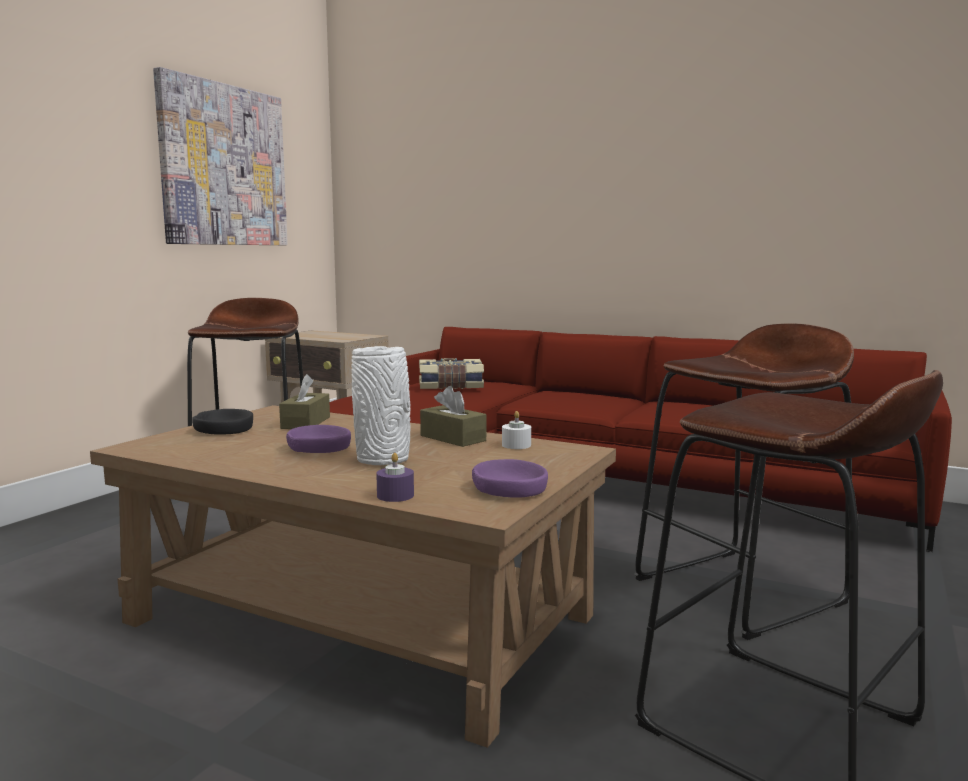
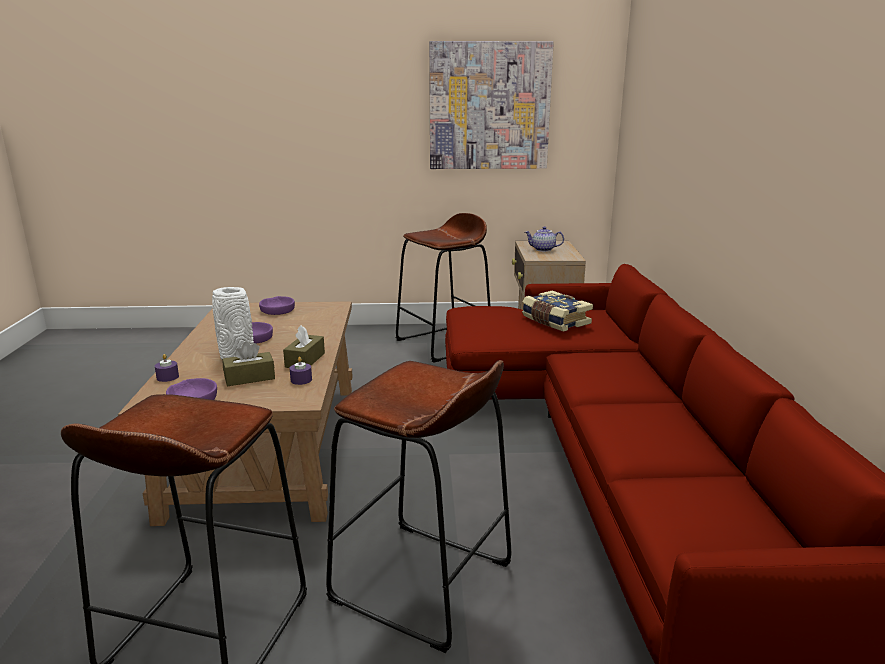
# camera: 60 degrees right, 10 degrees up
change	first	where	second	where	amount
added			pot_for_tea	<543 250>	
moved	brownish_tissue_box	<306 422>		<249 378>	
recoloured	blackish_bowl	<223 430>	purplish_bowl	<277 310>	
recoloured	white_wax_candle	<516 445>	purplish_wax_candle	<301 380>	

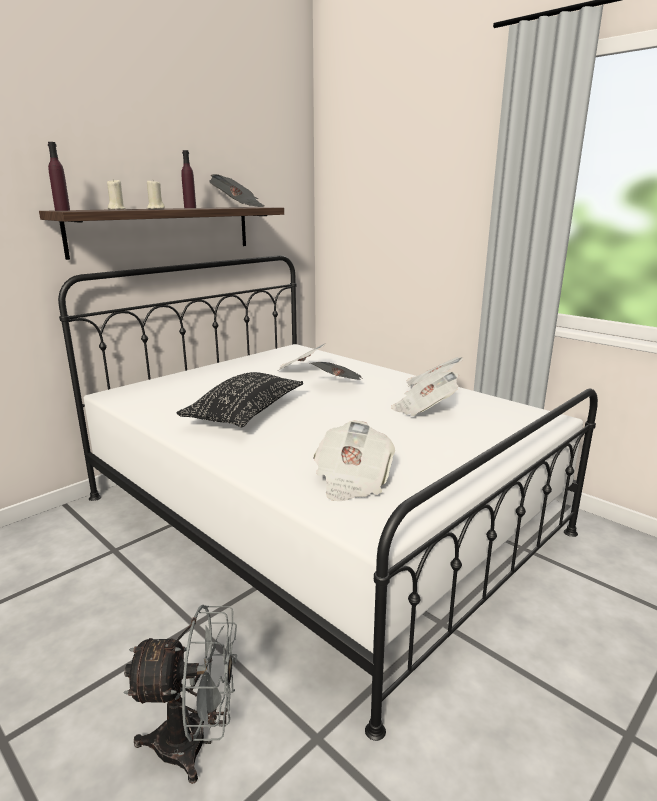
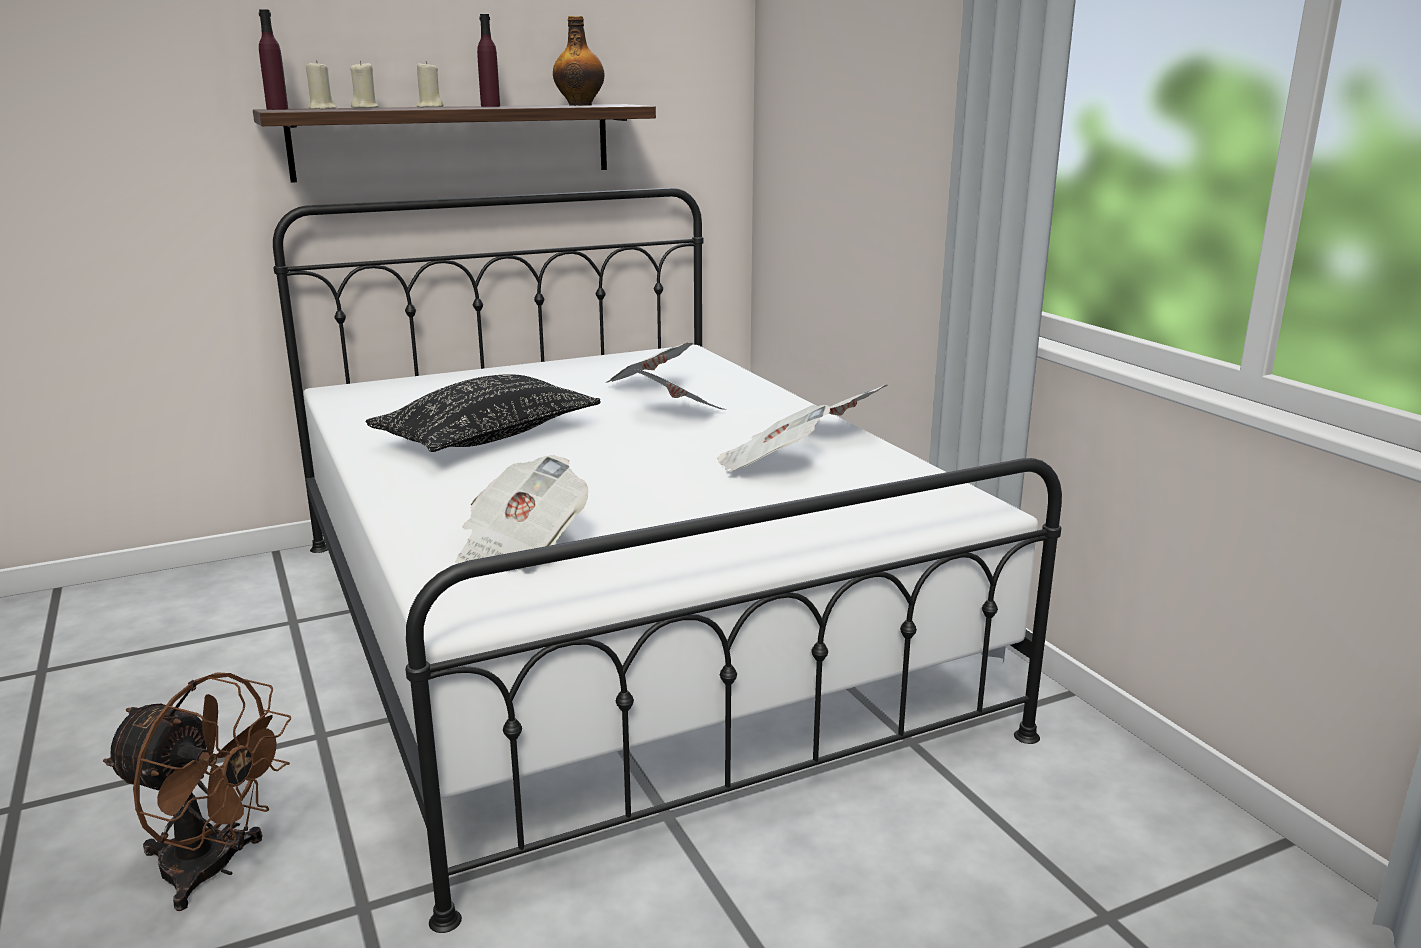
# camera: 20 degrees right, 0 degrees up
change	first	where	second	where	amount
added			beige-coloured_wax_candle	<322 109>	
replaced	printed_paper	<238 207>	beverage_bottle	<580 105>	
recoloured	grey_electric_fan	<195 743>	brownish_electric_fan	<214 870>	

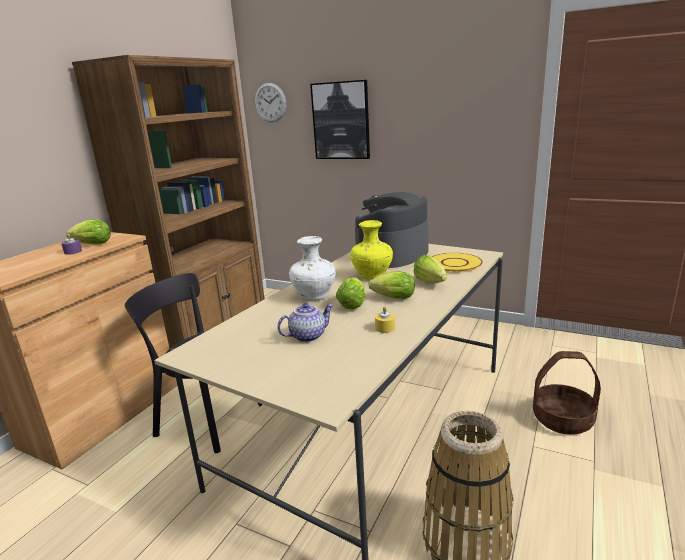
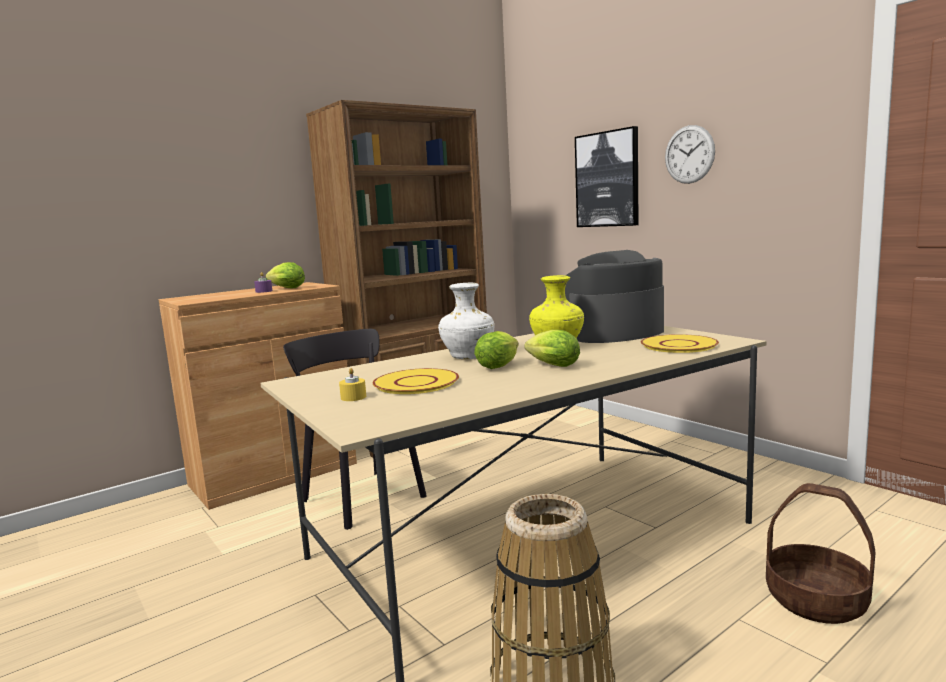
# camera: 25 degrees right, 10 degrees down
change	first	where	second	where	amount
removed	head_of_lettuce	<431 283>			
moved	clock_on_the_wall	<270 102>		<689 154>	
moved	yellow_wax_candle	<385 328>		<353 397>	
replaced	pot_for_tea	<307 336>	yellow_plate	<415 383>	

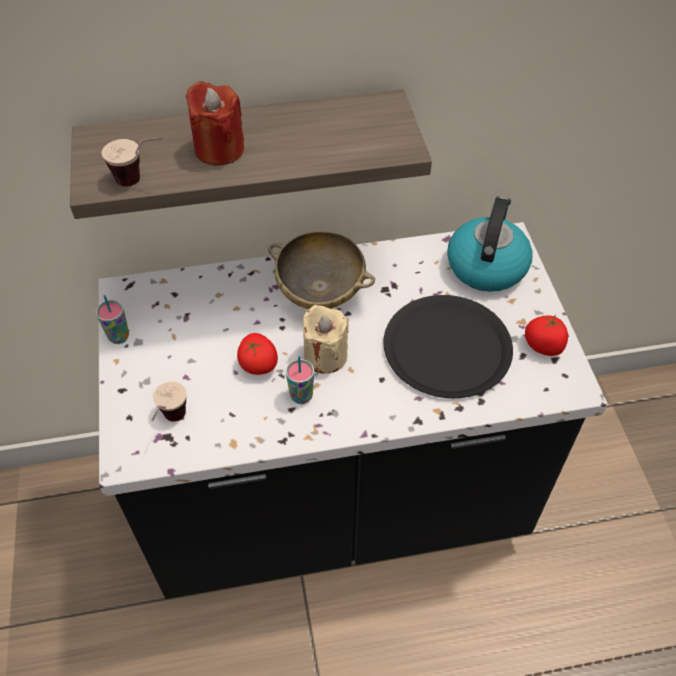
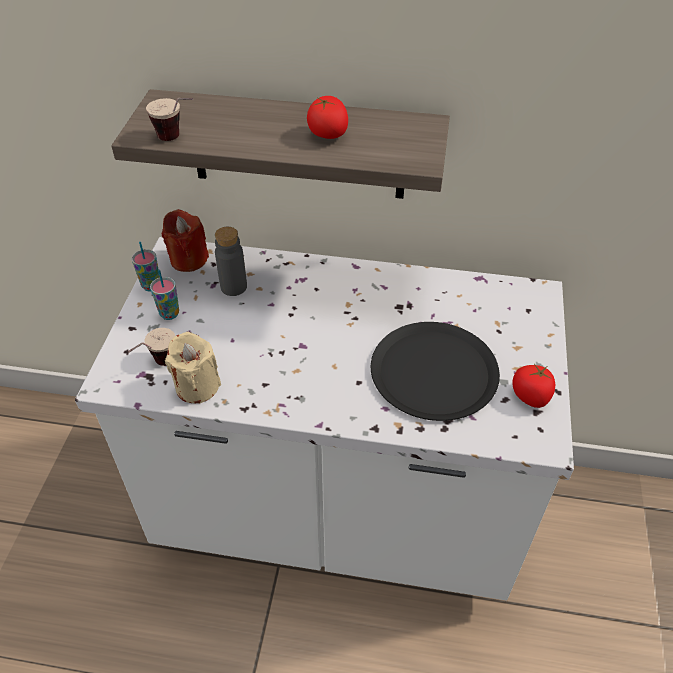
# camera: 20 degrees right, 5 degrees down
change	first	where	second	where	amount
removed	beige-coloured_bowl	<320 290>			
removed	water_kettle	<486 265>			
added			grey_beverage_bottle	<233 287>	
moved	red_wax_candle	<219 149>		<188 259>	
moved	fresh_tomato	<258 364>		<328 134>	
moved	drinking_cup	<301 396>		<169 314>	
moved	beige-coloured_wax_candle	<325 356>		<197 386>	
recoloured	blackish_kitchen_base_unit	<338 504>	white_kitchen_base_unit	<336 514>	

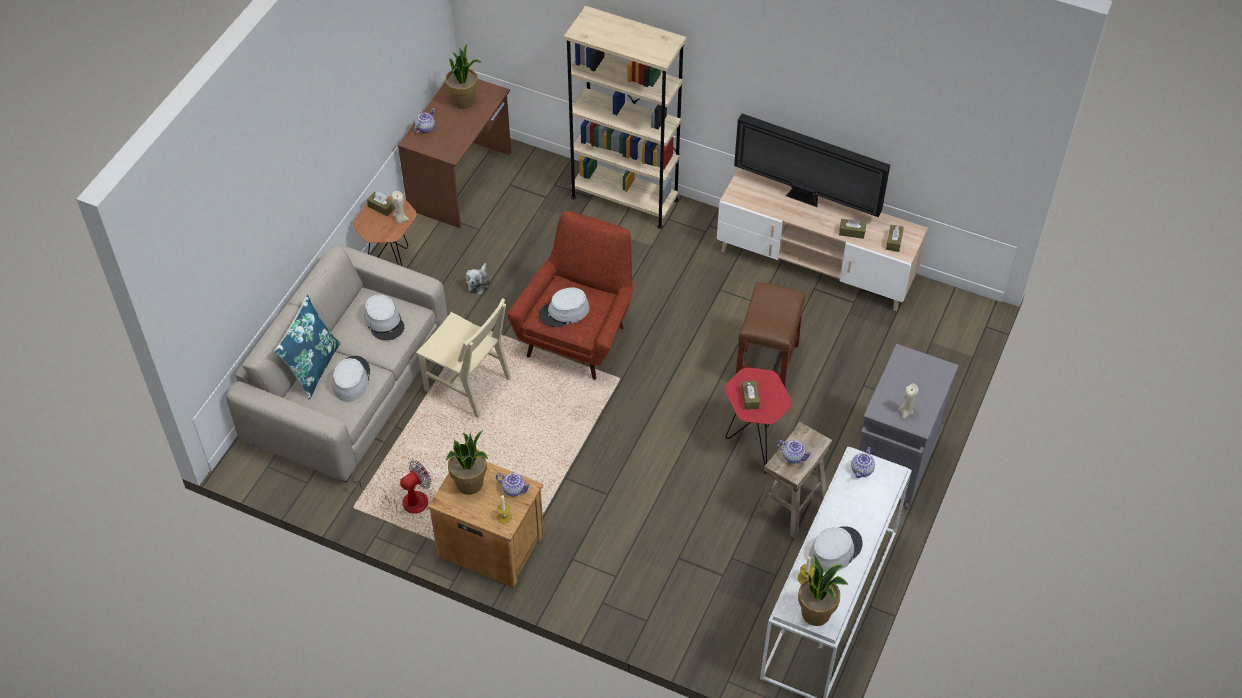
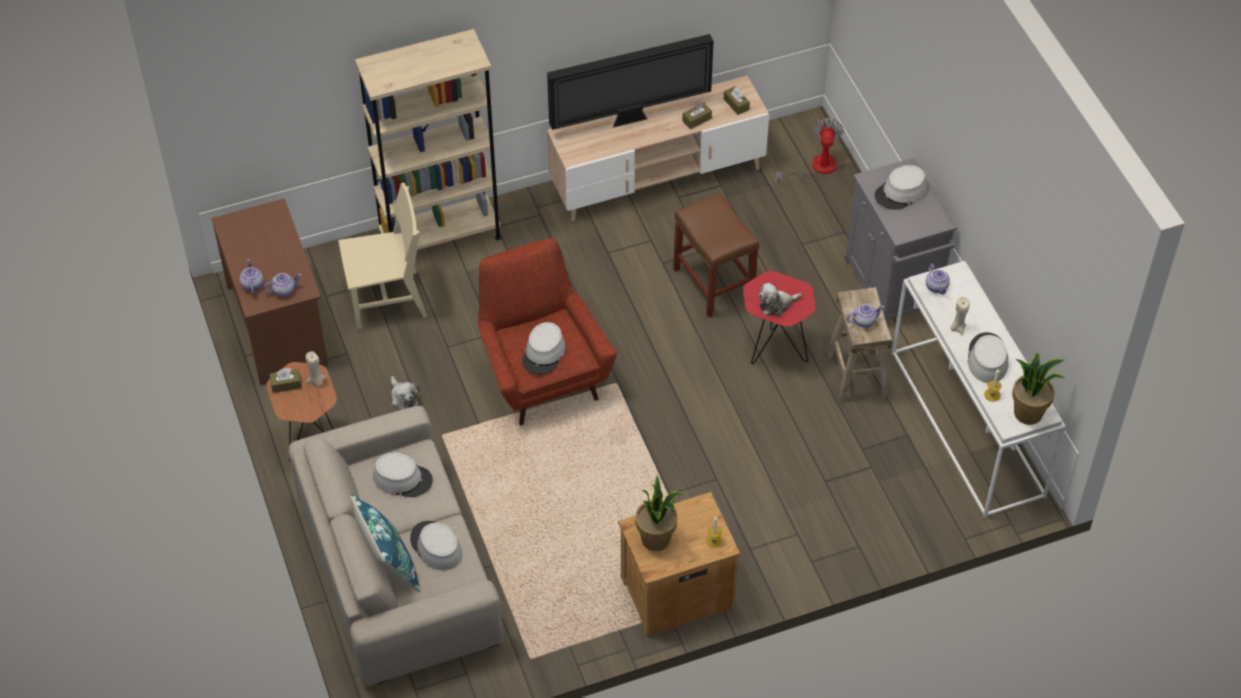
# camera: 45 degrees left, 0 degrees up
change	first	where	second	where	amount
removed	plant_in_a_pot	<464 101>			
added			grey_hat	<900 193>	
moved	electric_fan	<405 501>		<816 168>	
moved	beige-coloured_chair	<467 385>		<387 300>	
moved	pot_for_tea	<514 489>		<284 290>	
moved	beige-coloured_wax_candle	<906 412>		<957 328>	
replaced	brownish_tissue_box	<750 398>	plush_toy	<776 305>	

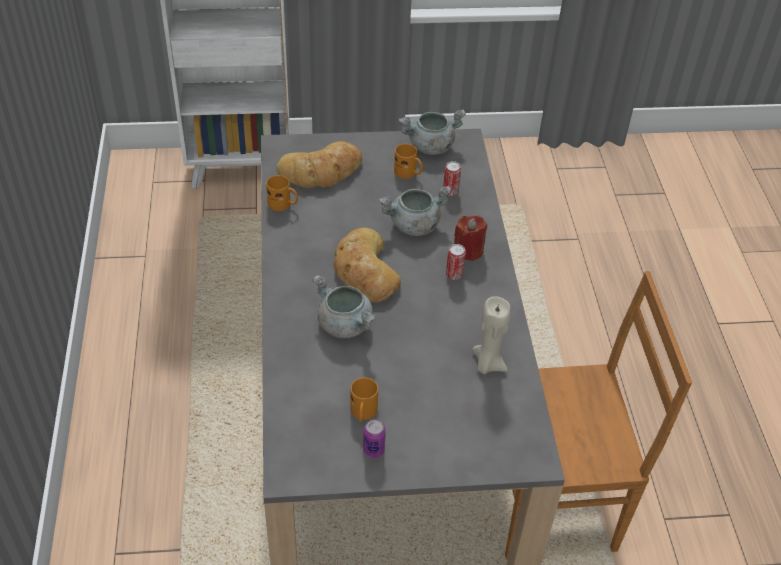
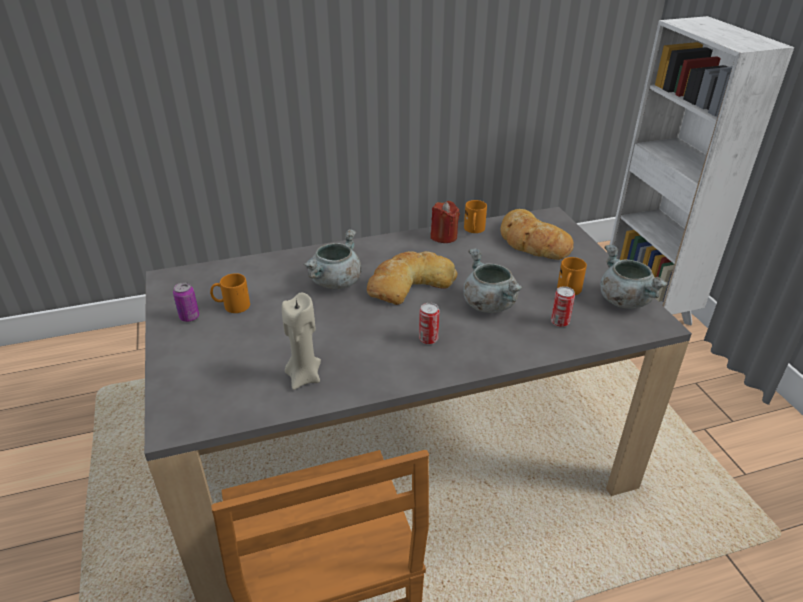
# camera: 80 degrees right, 10 degrees down
change	first	where	second	where	amount
moved	red_wax_candle	<468 250>		<443 236>	

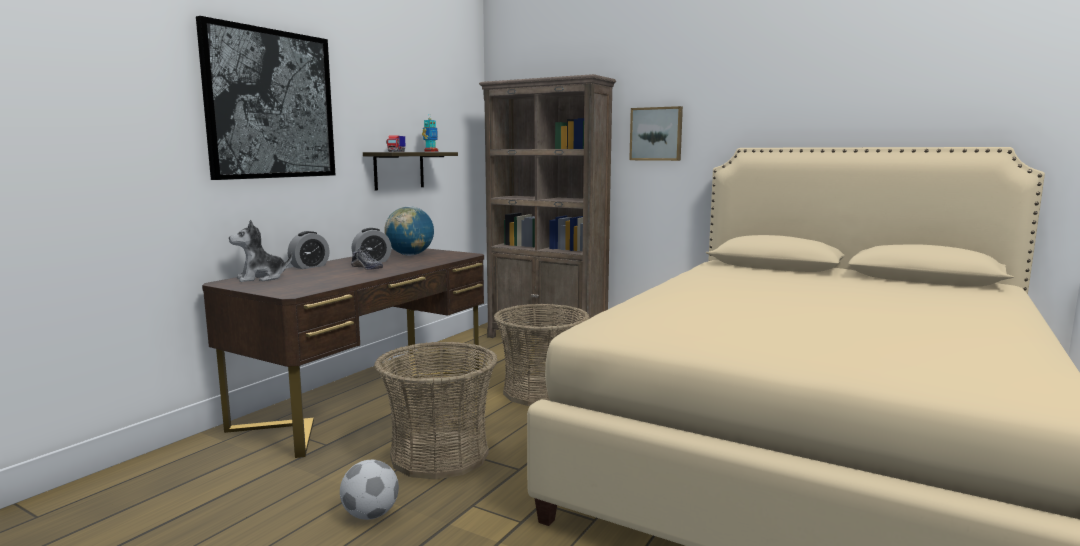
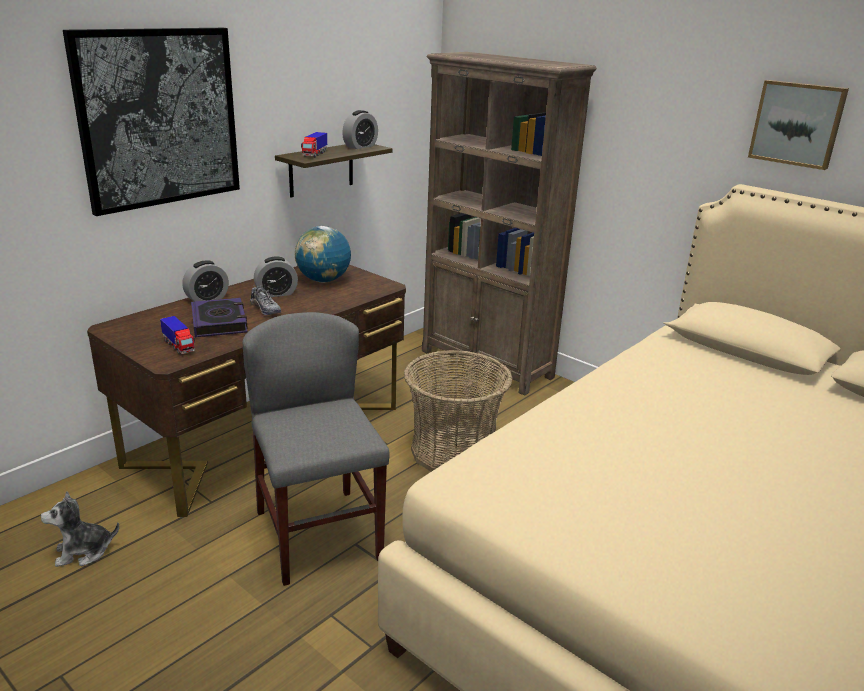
# camera: 10 degrees right, 15 degrees up
change	first	where	second	where	amount
removed	football	<370 515>			
added			model_truck	<179 346>	
added			bound_book	<219 322>	
moved	plush_toy	<261 278>		<83 552>	
moved	picture	<656 134>		<797 123>	
replaced	household_basket	<439 455>	grey_chair	<318 535>	
replaced	robot_figure	<431 151>	table_clock	<360 146>	

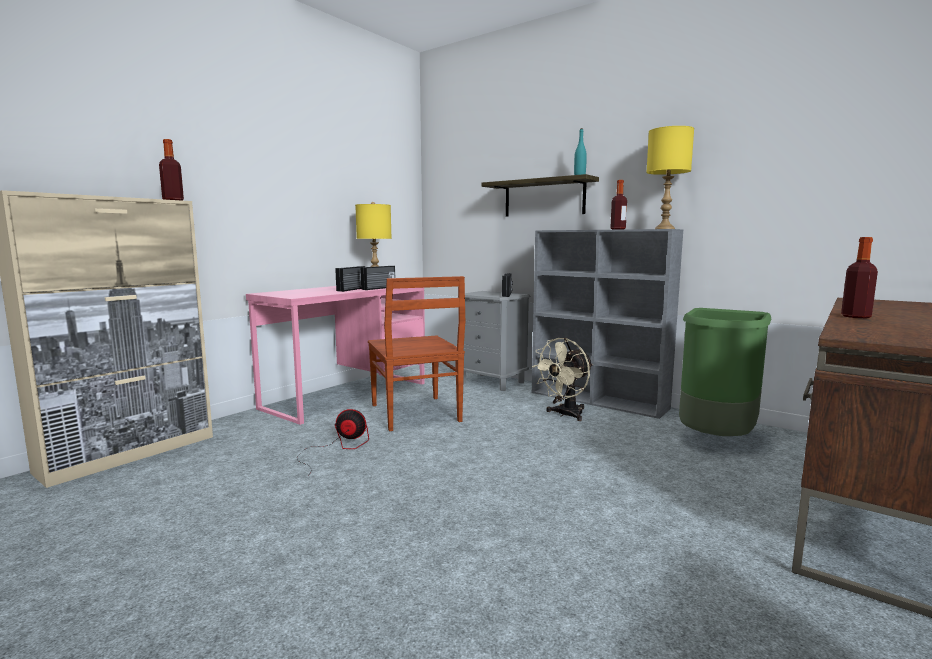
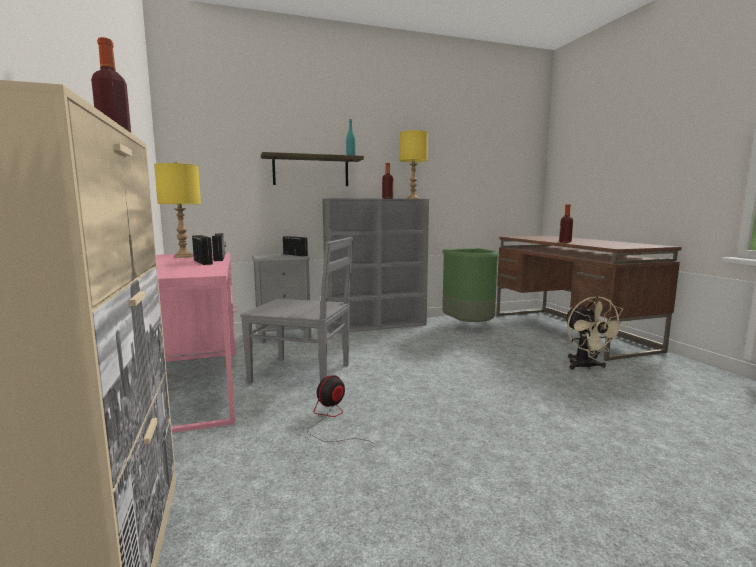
# camera: 55 degrees left, 0 degrees up
change	first	where	second	where	amount
moved	beige-coloured_electric_fan	<565 415>		<585 367>	
recoloured	brownish_chair	<415 414>	grey_chair	<303 374>	

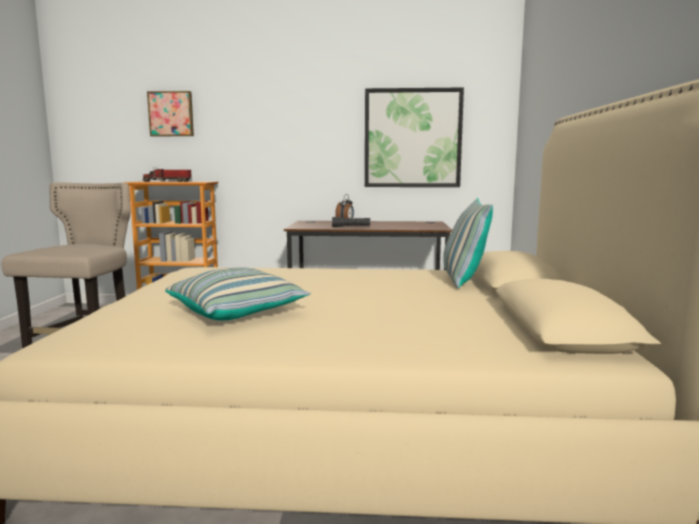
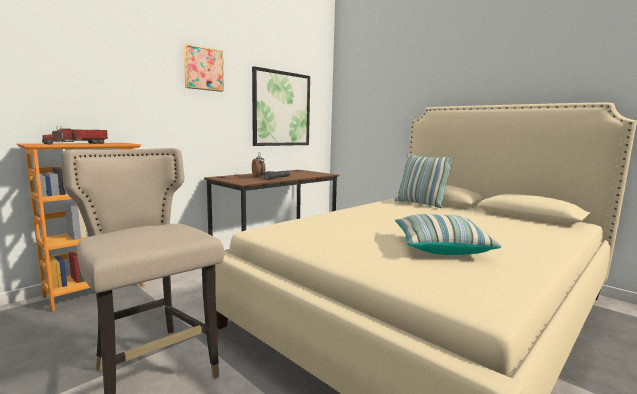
# camera: 50 degrees left, 0 degrees up
change	first	where	second	where	amount
moved	picture	<171 114>		<203 69>	

